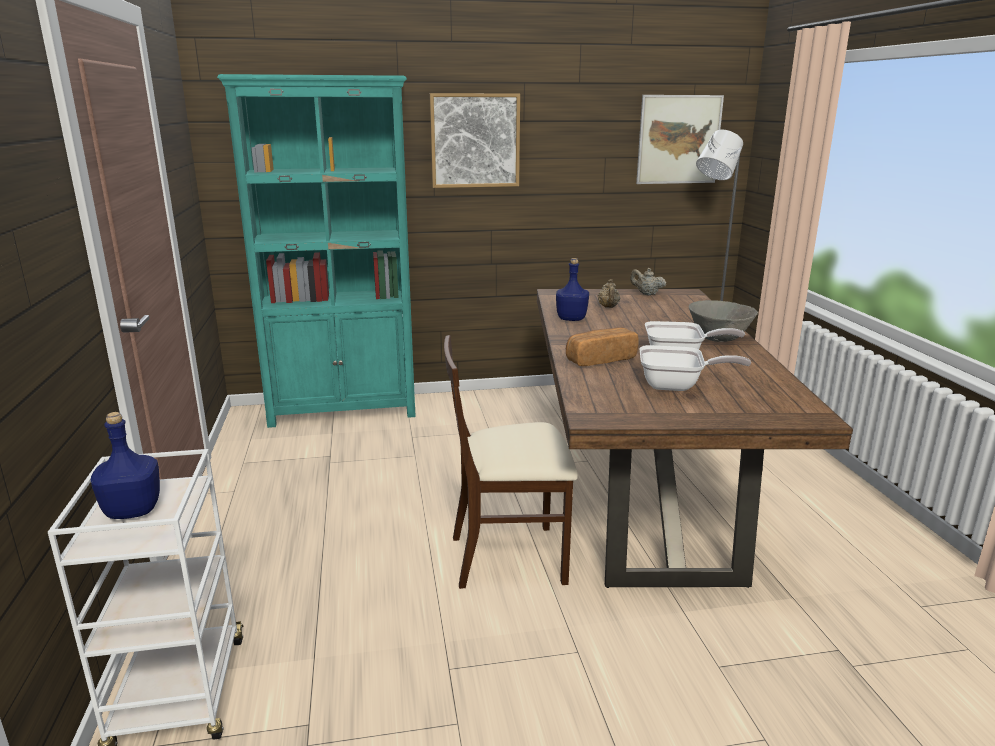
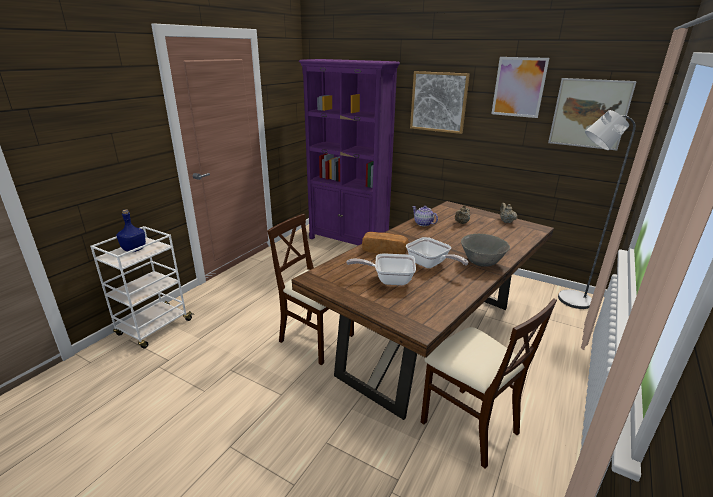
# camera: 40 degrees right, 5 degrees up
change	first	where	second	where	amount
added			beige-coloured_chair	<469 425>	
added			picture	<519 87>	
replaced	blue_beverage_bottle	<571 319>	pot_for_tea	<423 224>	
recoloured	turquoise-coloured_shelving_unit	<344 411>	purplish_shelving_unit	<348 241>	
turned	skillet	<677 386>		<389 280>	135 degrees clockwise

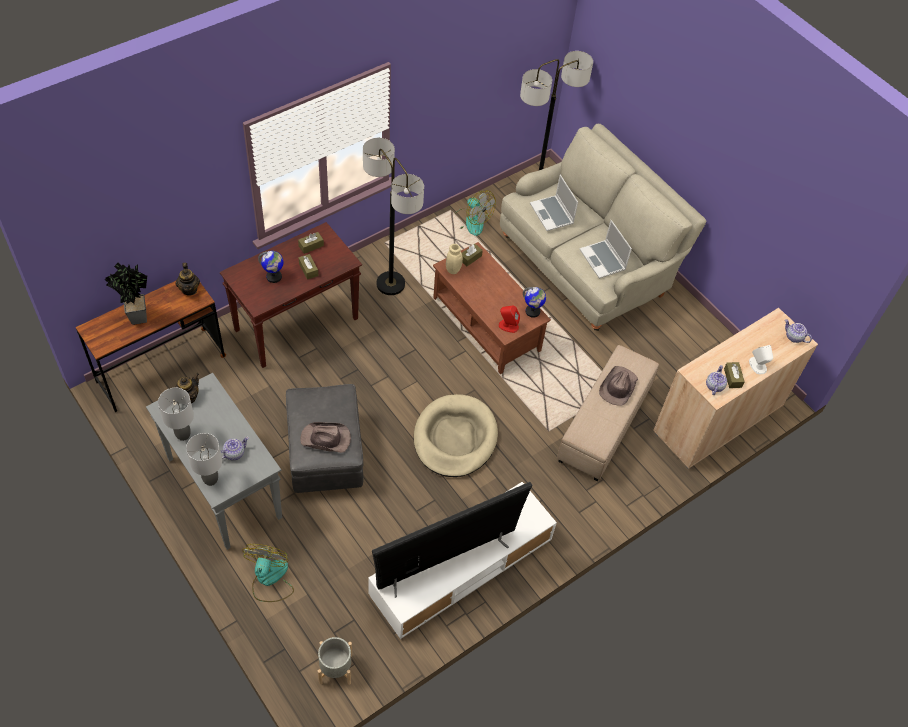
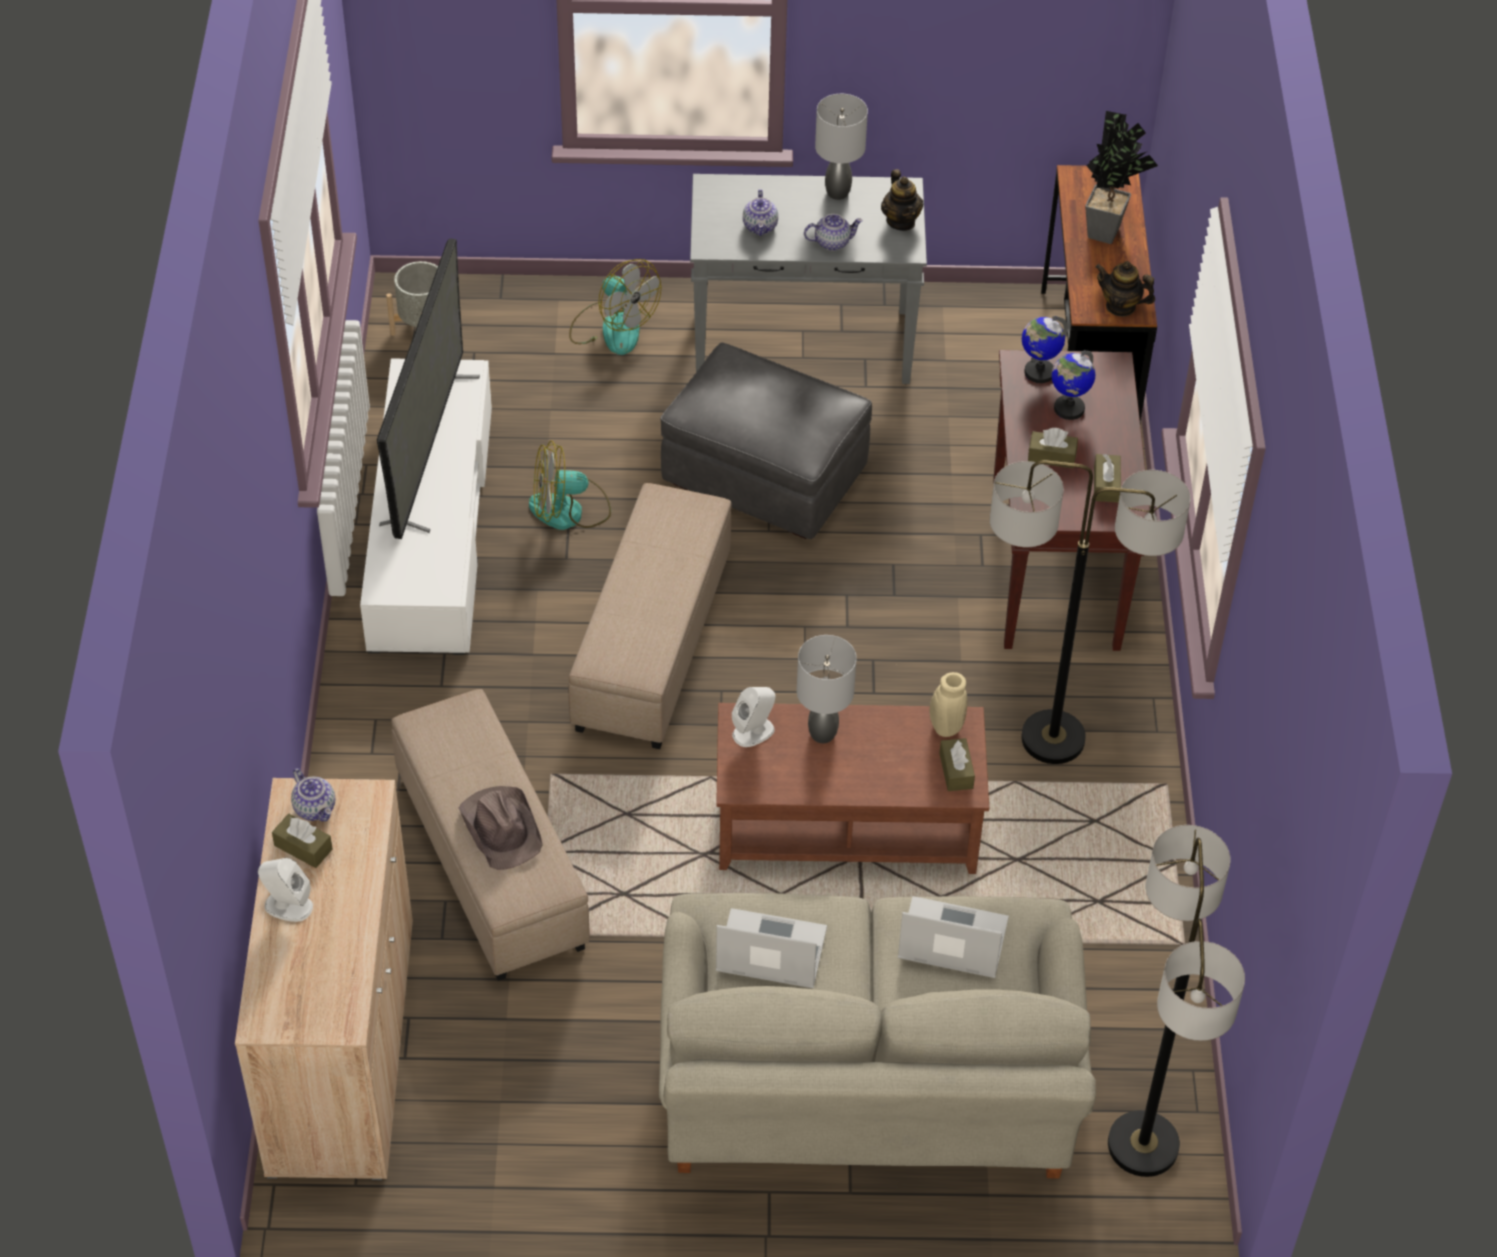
# camera: 130 degrees right, 5 degrees down
change	first	where	second	where	amount
removed	brownish_hat	<326 439>			
moved	grey_tabletop_lamp	<211 480>		<821 734>	
moved	electric_fan	<470 221>		<569 510>	
moved	globe	<532 311>		<1039 372>	
moved	pot_for_tea	<793 337>		<832 242>	
replaced	beige-coloured_dog_cushion	<455 438>	beige-coloured_footrest	<650 644>	
recoloured	red_speaker	<508 326>	white_speaker	<754 731>	

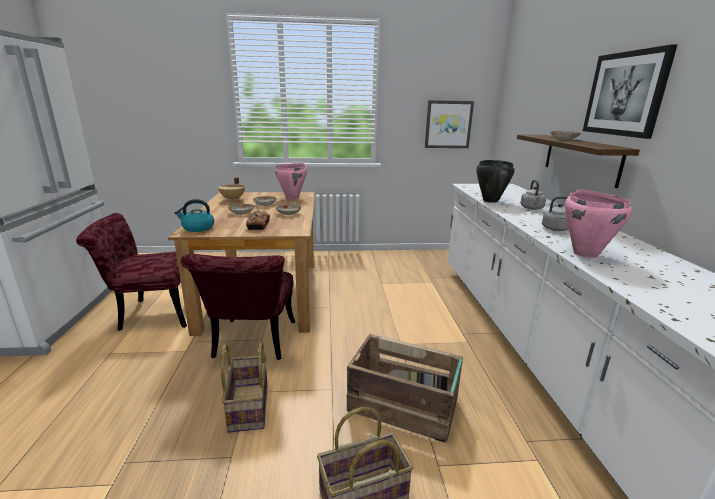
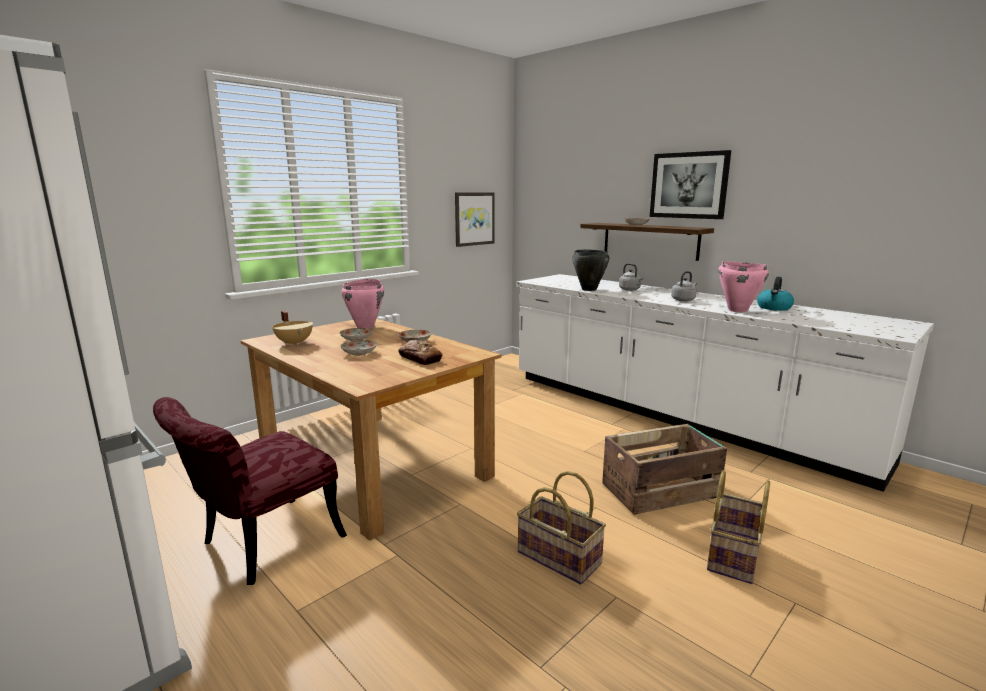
# camera: 40 degrees left, 5 degrees down
change	first	where	second	where	amount
removed	red_chair	<252 344>			
moved	water_kettle	<197 228>		<774 308>	

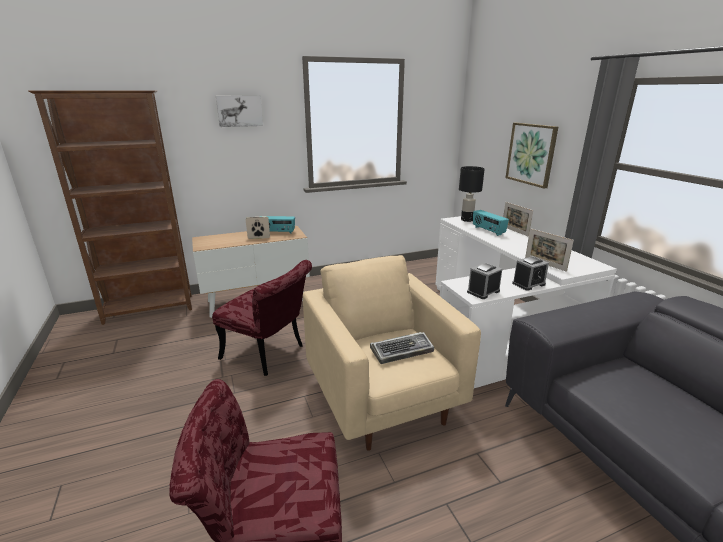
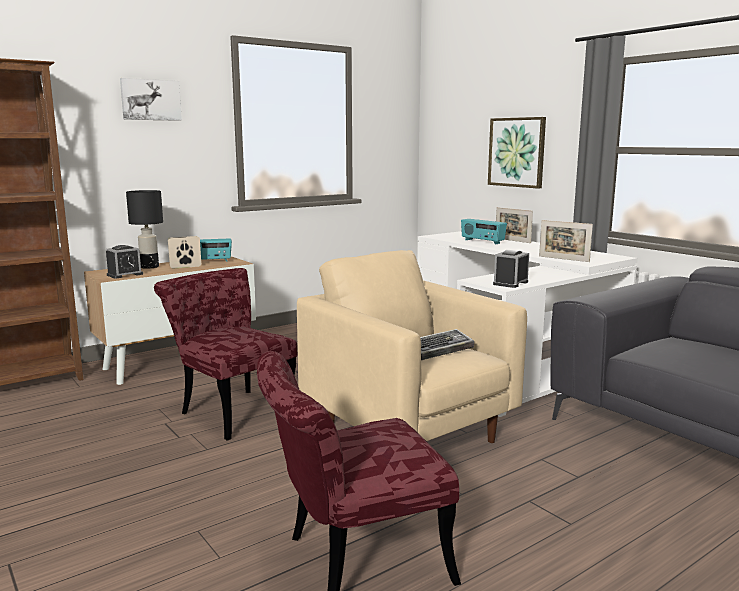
# camera: 15 degrees left, 10 degrees down
change	first	where	second	where	amount
moved	blackish_tabletop_lamp	<467 220>		<150 267>	
moved	table_clock	<528 284>		<125 274>	
turned	red_chair	<269 354>		<232 410>	150 degrees counterclockwise

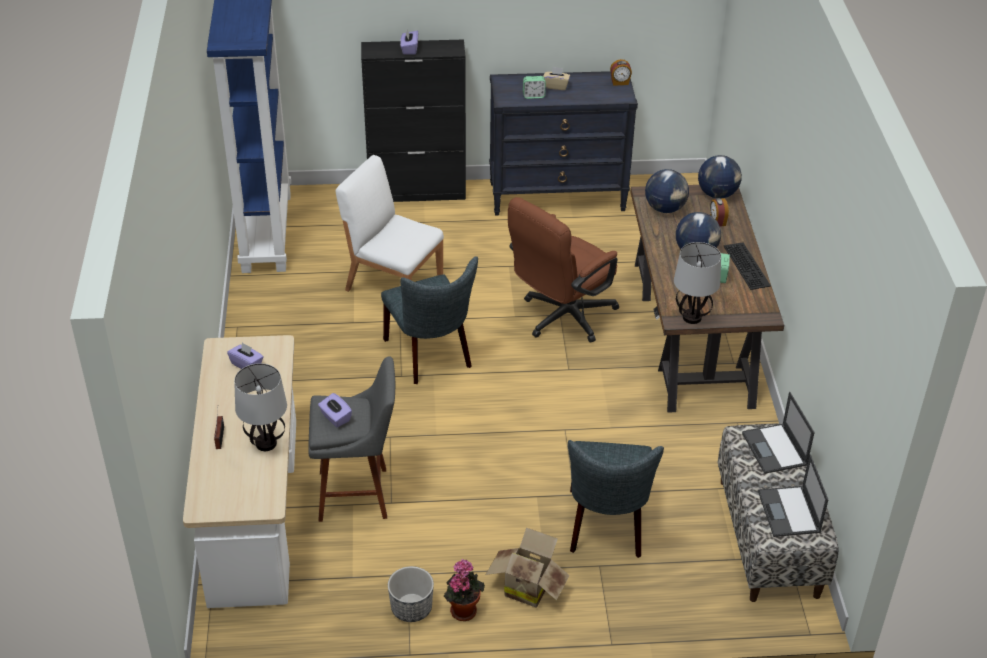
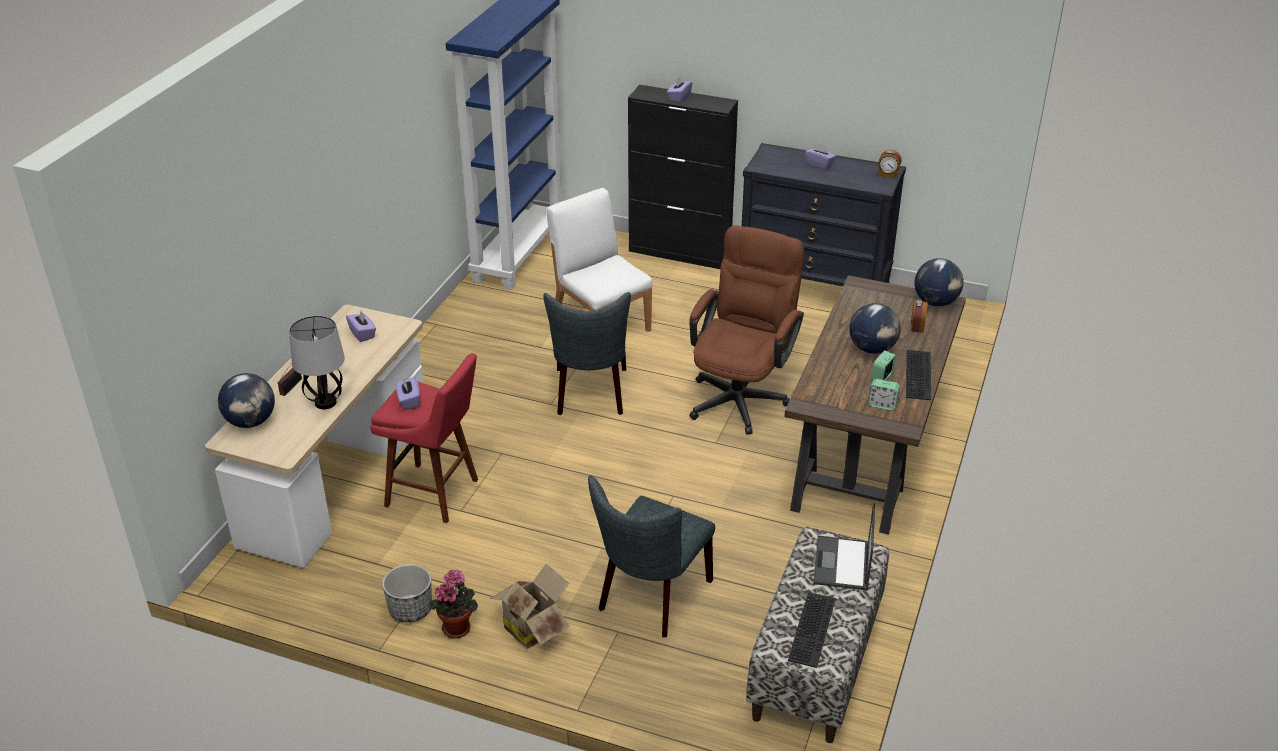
# camera: 25 degrees right, 5 degrees down
change	first	where	second	where	amount
removed	tabletop_lamp	<691 317>			
moved	table_clock	<533 95>		<882 404>	
moved	globe	<665 209>		<251 422>	
replaced	notebook_computer	<789 512>	computer_keyboard	<813 630>	
recoloured	grey_sitting_stool	<358 494>	red_sitting_stool	<436 494>	
recoloured	beige-coloured_tissue_box	<556 86>	purplish_tissue_box	<819 165>	
turned	brownish_desk_chair	<561 318>		<741 395>	135 degrees clockwise

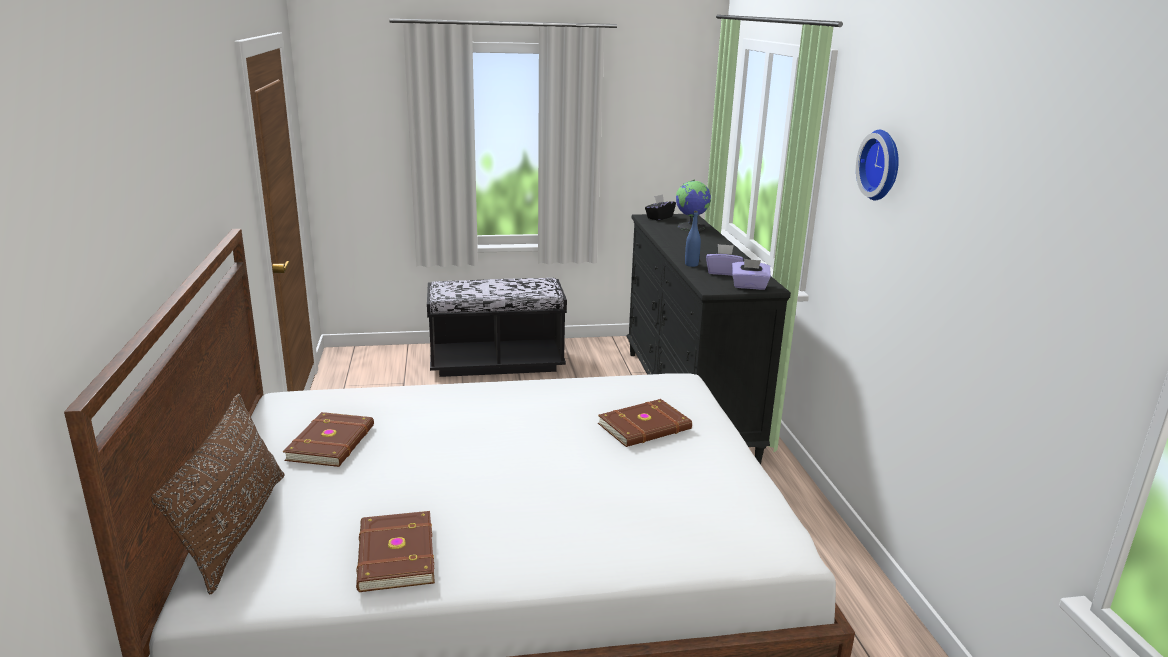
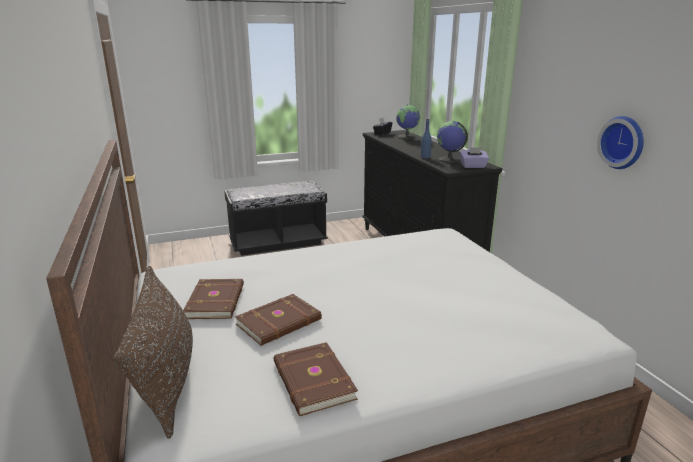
# camera: 10 degrees left, 0 degrees up
change	first	where	second	where	amount
moved	brownish_bound_book	<645 427>		<280 322>	
moved	clock_on_the_wall	<883 165>		<623 142>	
replaced	purplish_tissue_box	<723 272>	globe	<449 160>	

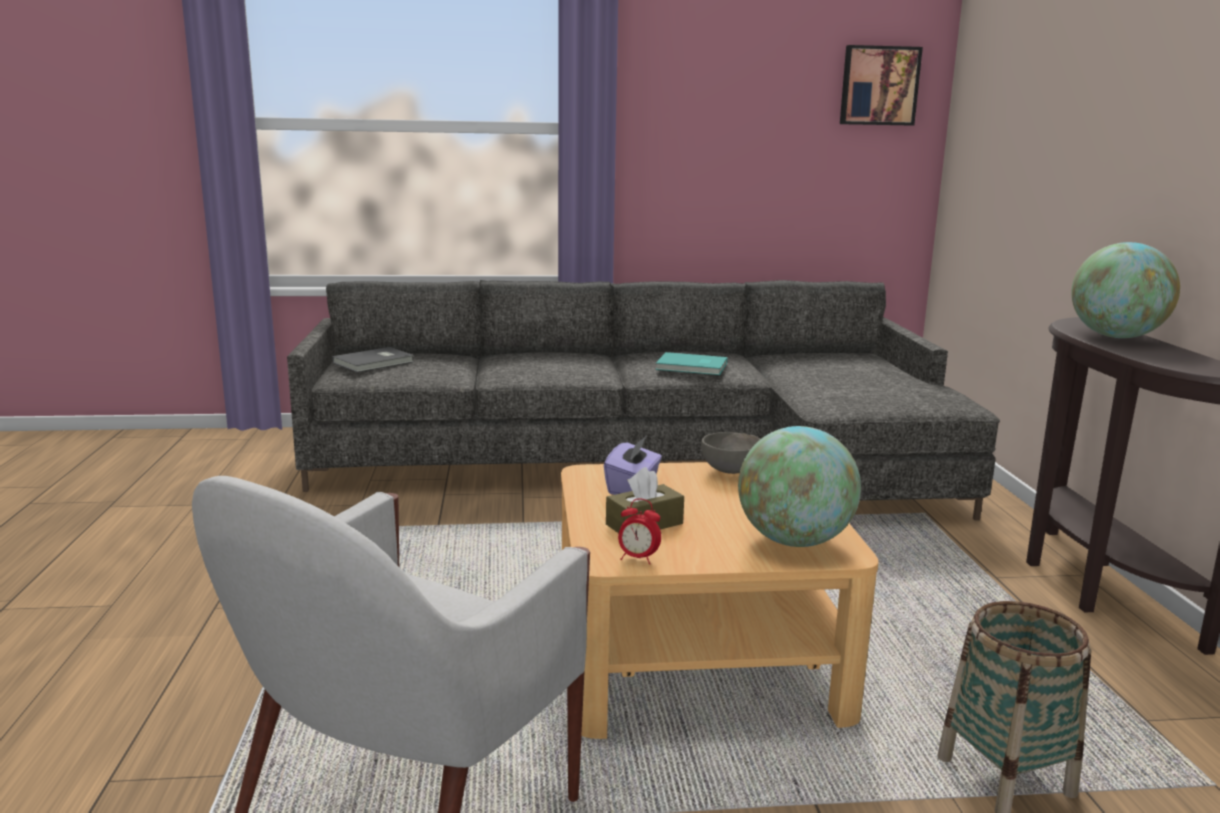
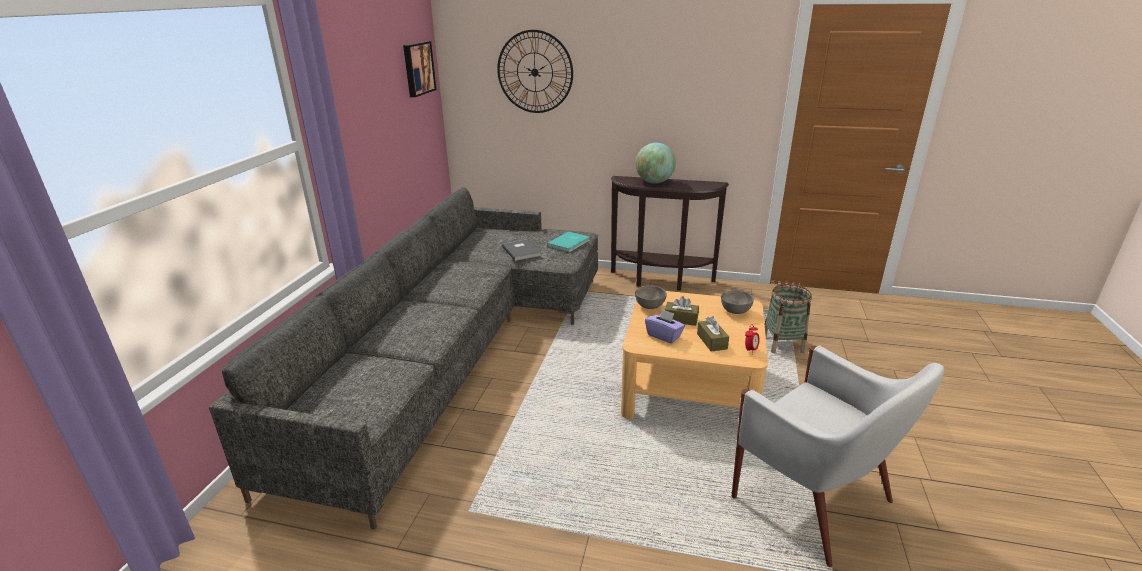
# camera: 70 degrees left, 10 degrees up
change	first	where	second	where	amount
added			clock_on_the_wall	<535 72>	
added			brownish_tissue_box	<681 319>	
moved	grey_bound_book	<375 362>		<522 251>	
moved	turquoise-coloured_bound_book	<692 367>		<570 243>	
replaced	globe	<794 541>	grey_bowl	<735 311>	

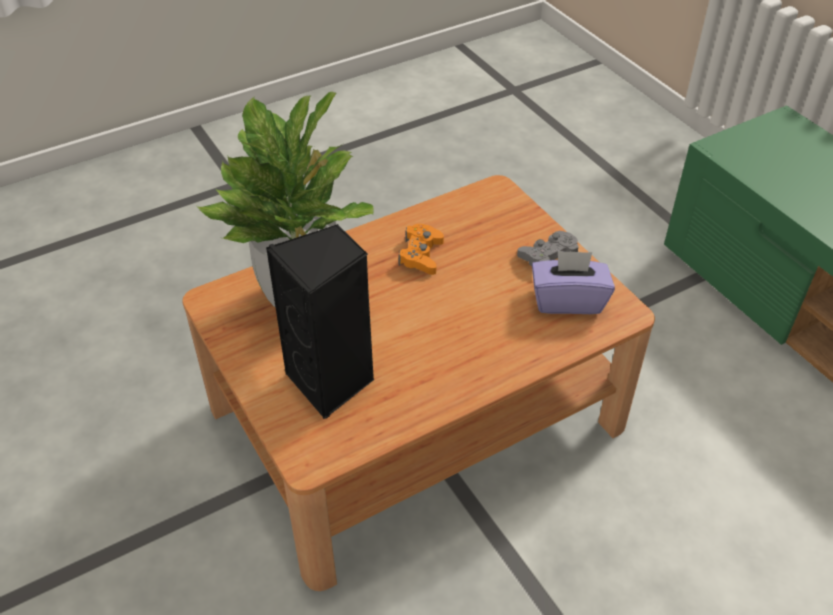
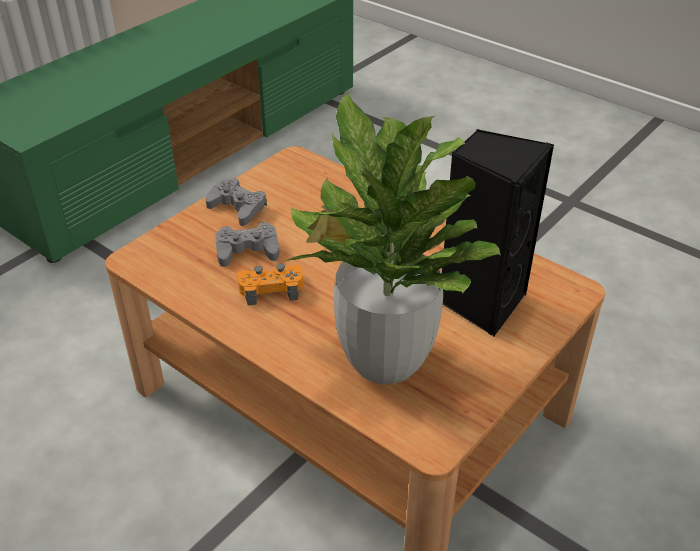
# camera: 110 degrees left, 5 degrees down
change	first	where	second	where	amount
removed	purplish_tissue_box	<568 300>			
added			grey_gamepad	<247 251>	

